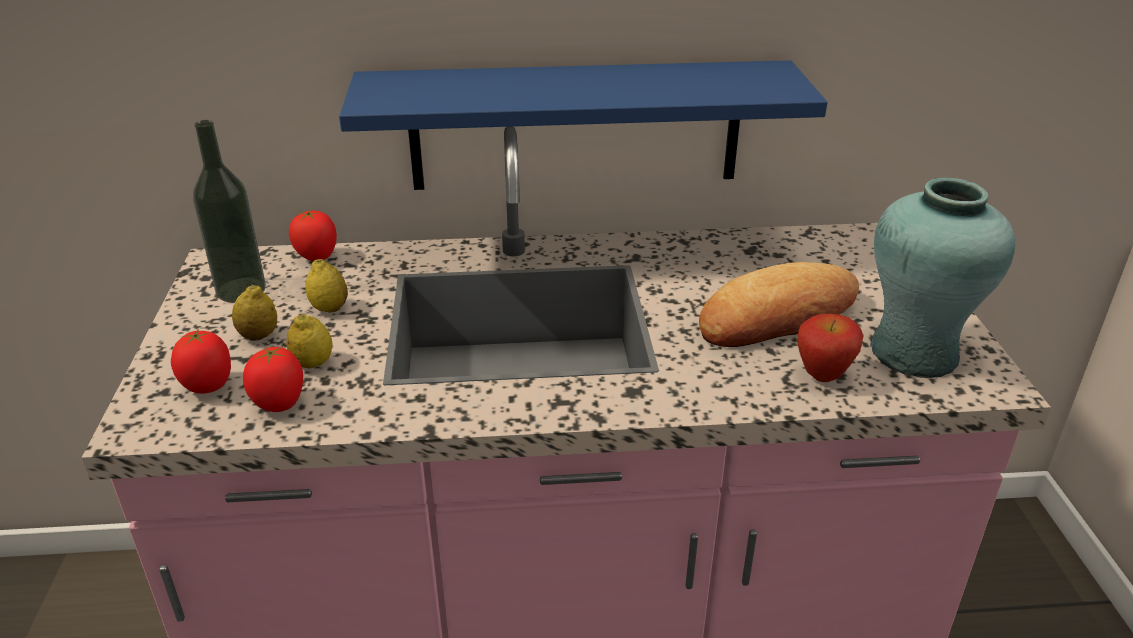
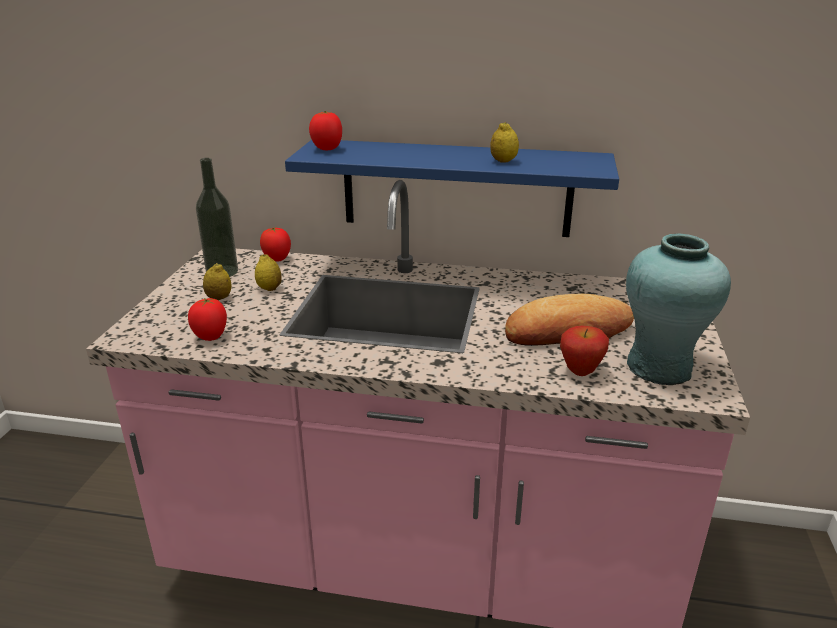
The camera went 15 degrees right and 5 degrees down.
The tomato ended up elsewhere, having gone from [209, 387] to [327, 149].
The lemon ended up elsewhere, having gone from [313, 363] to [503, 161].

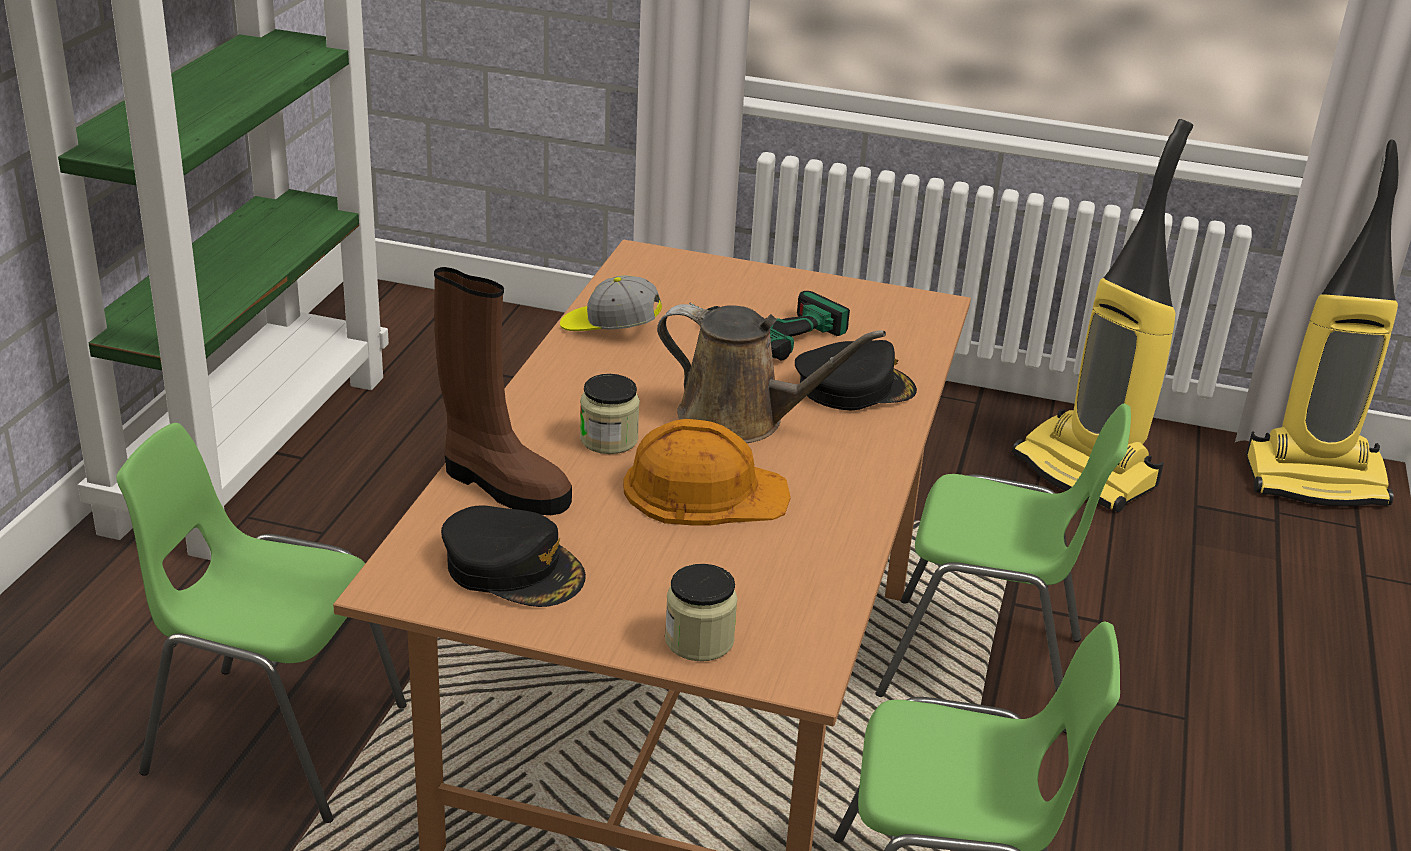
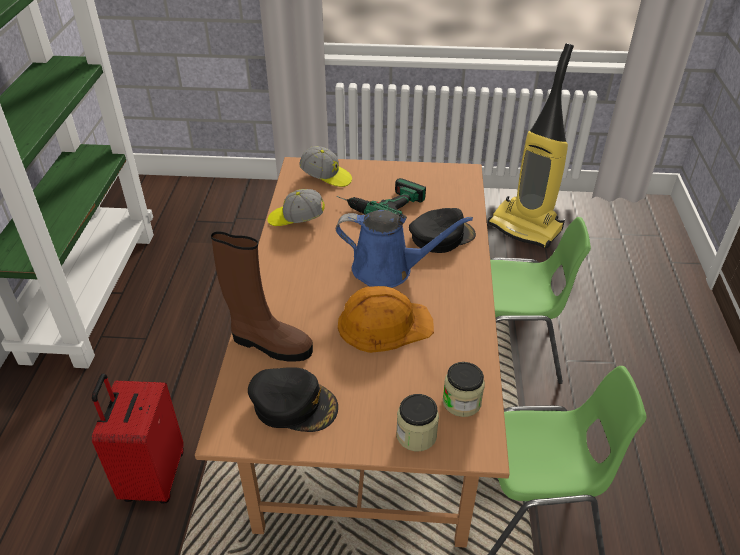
The camera went 10 degrees left and 10 degrees up.
Where the upright chair (greenish) stood at [273, 739], the travel case (red-coloured) came to stand at [152, 477].
The second view gained the cap at [326, 177].
What was the watering can (brown) at [741, 419] turned into the watering can (blue) at [388, 270].
The preserve jar ended up elsewhere, having gone from [609, 439] to [461, 402].
The second view lost the vacuum at [1315, 480].

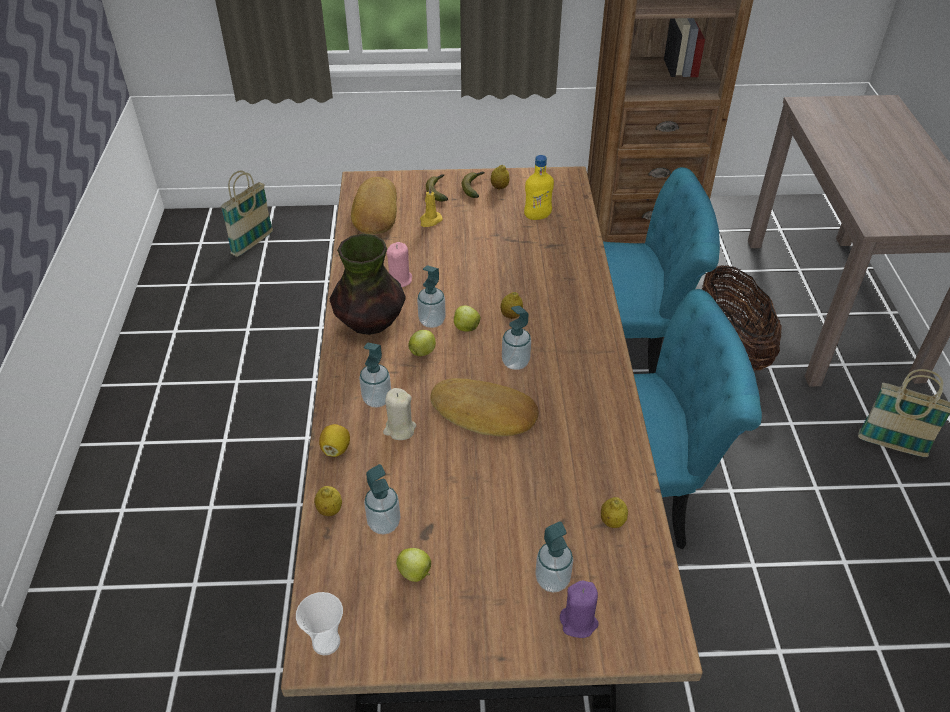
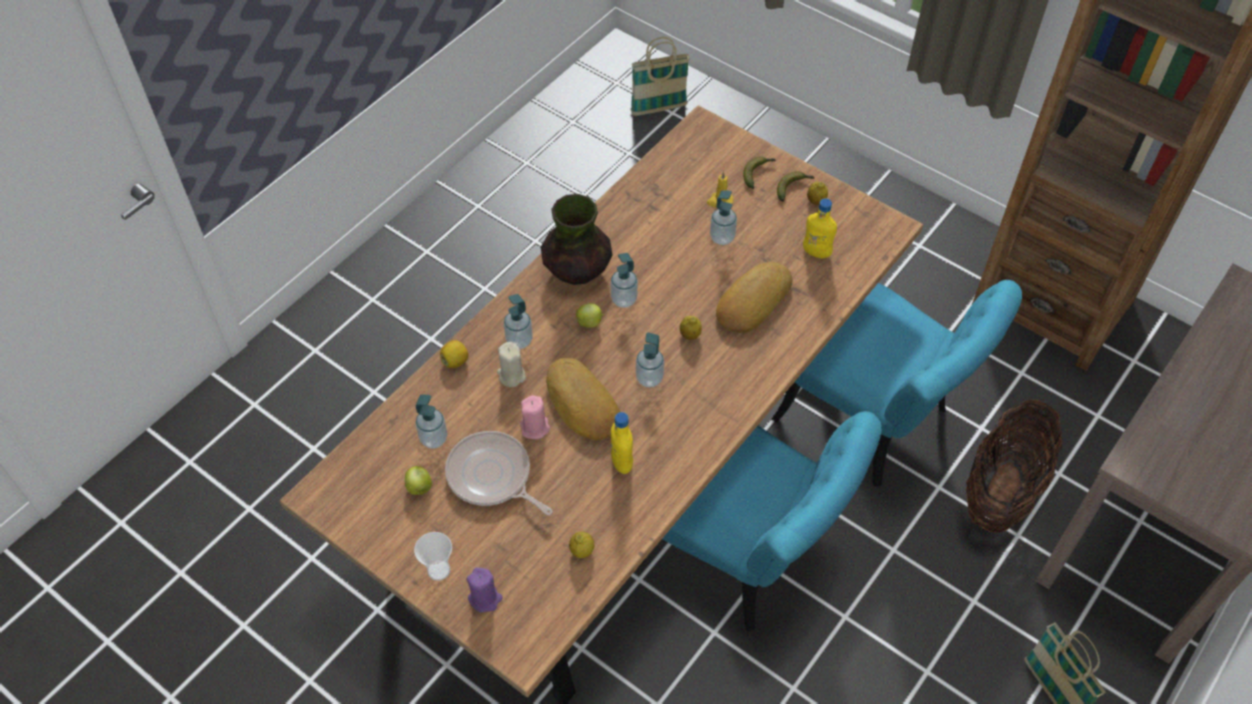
The camera went 40 degrees right and 10 degrees up.
The cup ended up elsewhere, having gone from [326, 642] to [439, 570].
The second view gained the frying pan at [492, 476].
The candle (pink-coloured) ended up elsewhere, having gone from [399, 280] to [535, 428].
The second view gained the beverage bottle (yellow) at [622, 462].
The soap bottle ended up elsewhere, having gone from [552, 580] to [722, 237].
The baked bread ended up elsewhere, having gone from [374, 212] to [751, 301].
The second view lost the lemon at [329, 510].
The second view lost the apple at [466, 328].

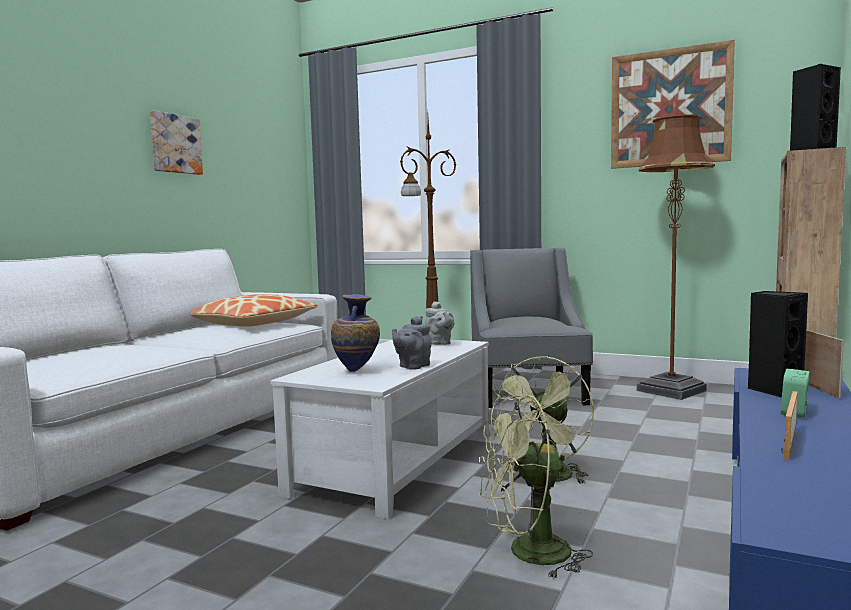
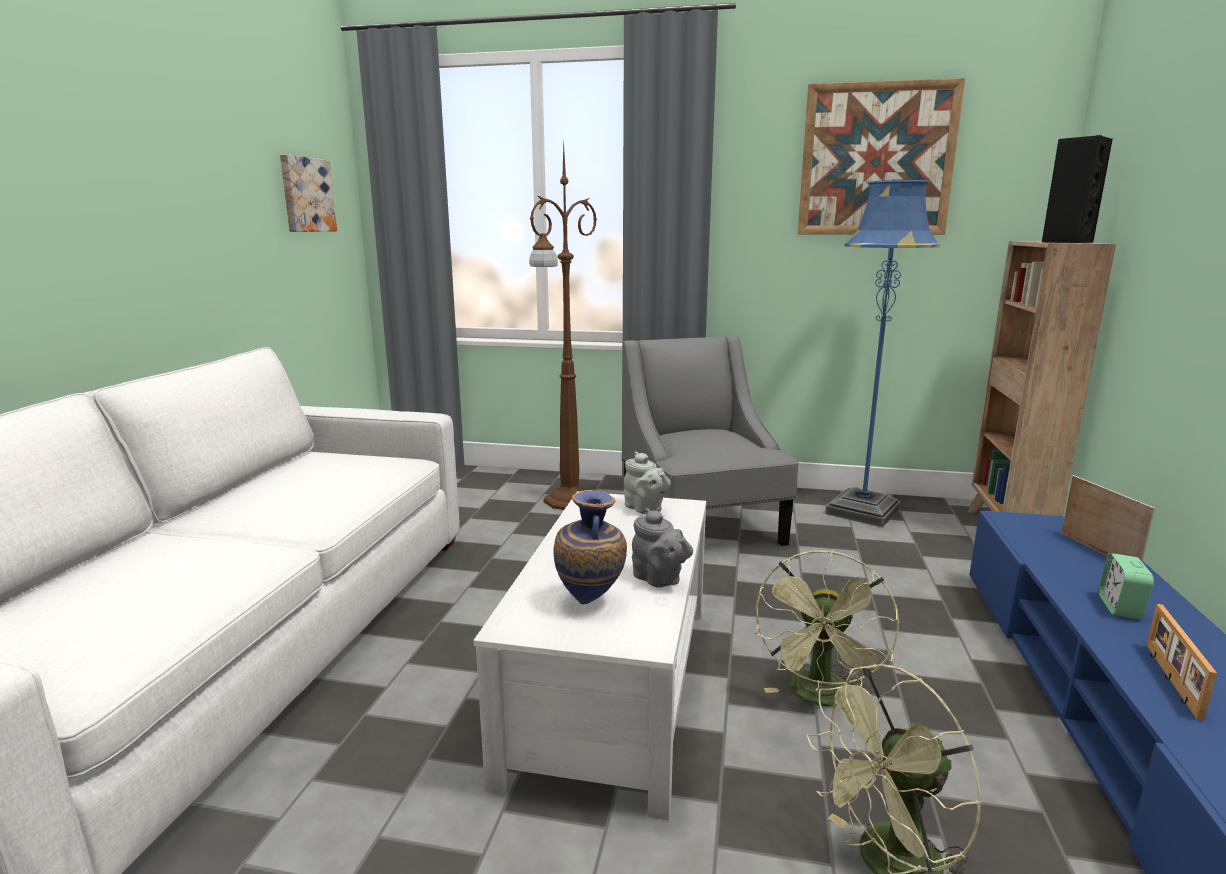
The camera went 15 degrees left and 10 degrees up.
The picture ended up elsewhere, having gone from [175, 144] to [306, 195].
The pot for tea (greyish) at [412, 366] ended up facing another way, 60 degrees counterclockwise from before.
What was the standard lamp (brown) at [671, 391] turned into the standard lamp (blue) at [862, 511].
The second view lost the cushion at [253, 323].
The second view lost the loudspeaker (black-coloured) at [774, 390].

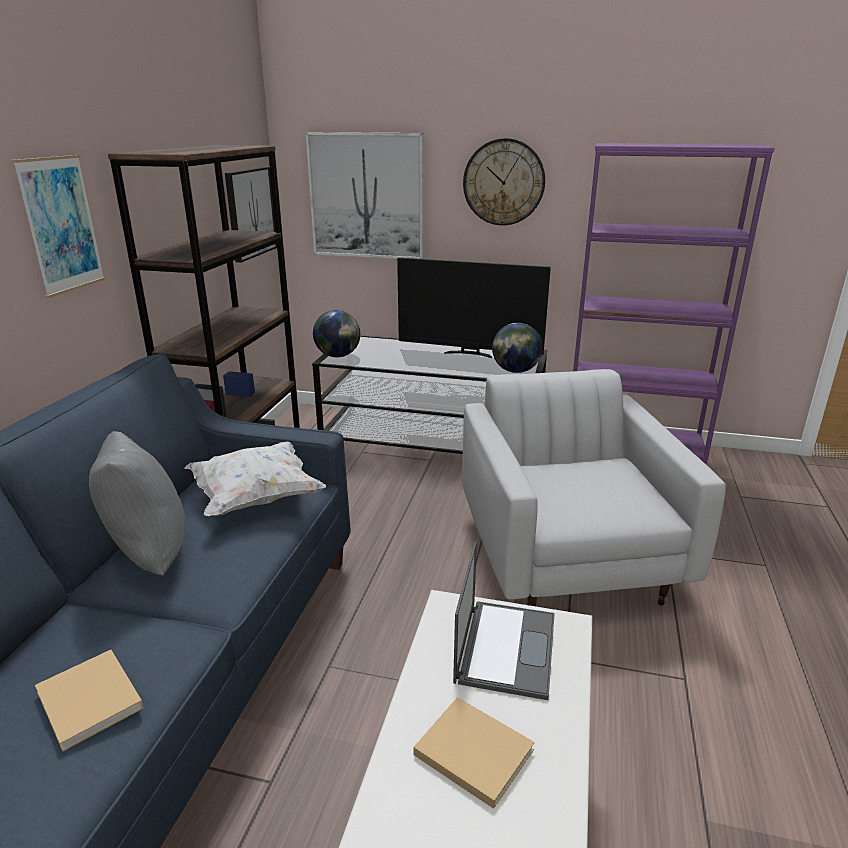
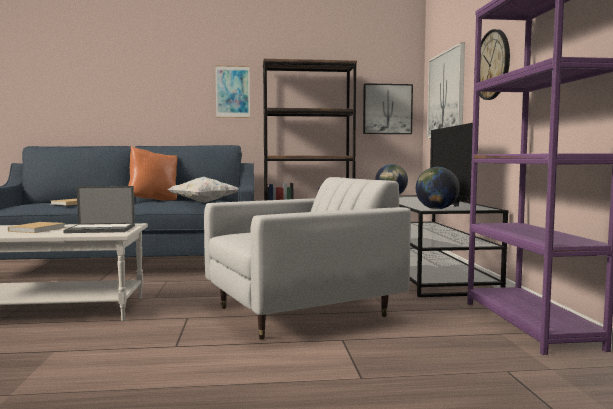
The camera went 70 degrees right and 20 degrees down.
What was the cushion (greyish) at [147, 554] turned into the cushion (orangey) at [154, 200].

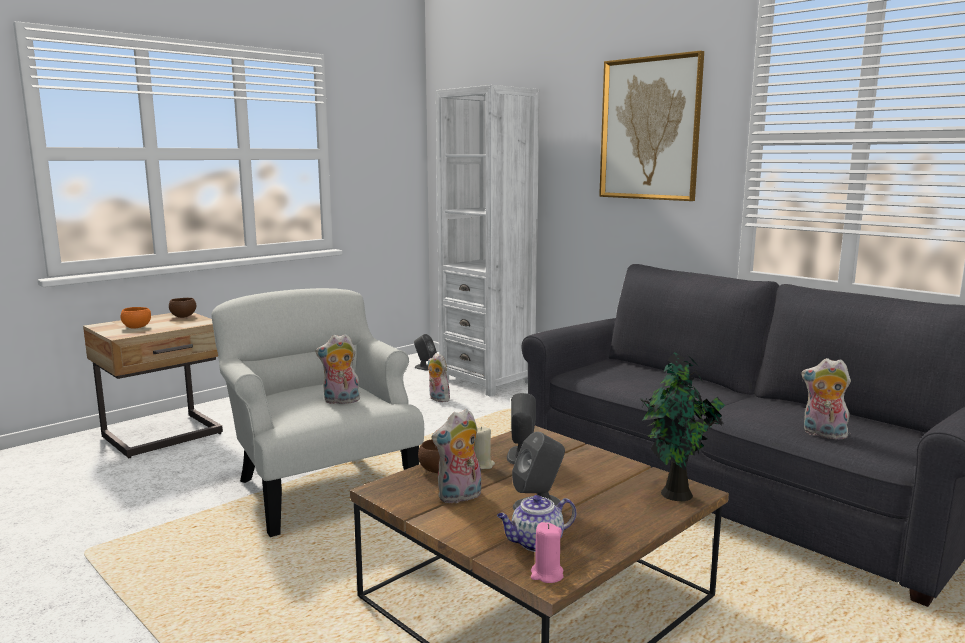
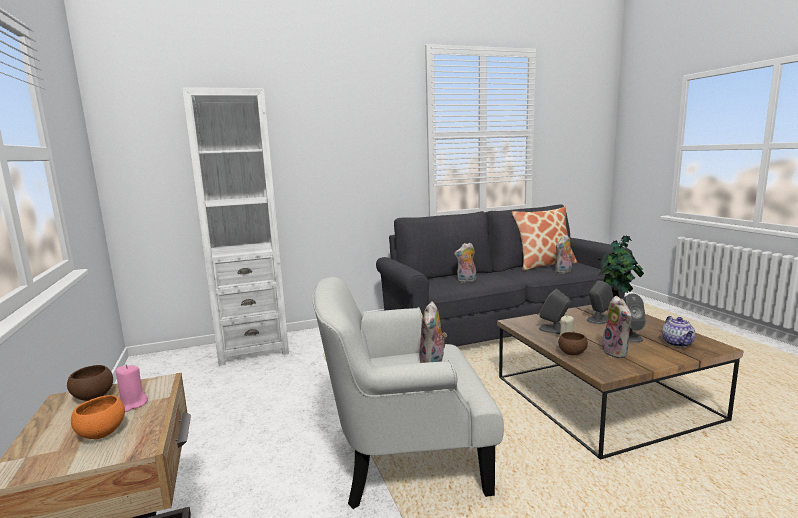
The camera went 65 degrees left and 0 degrees up.
The candle (pink-coloured) ended up elsewhere, having gone from [546, 575] to [133, 404].
The soft toy ended up elsewhere, having gone from [437, 399] to [466, 281].
The second view gained the cushion at [544, 264].
The loudspeaker (greyish) ended up elsewhere, having gone from [425, 367] to [599, 319].
The second view lost the picture at [650, 129].

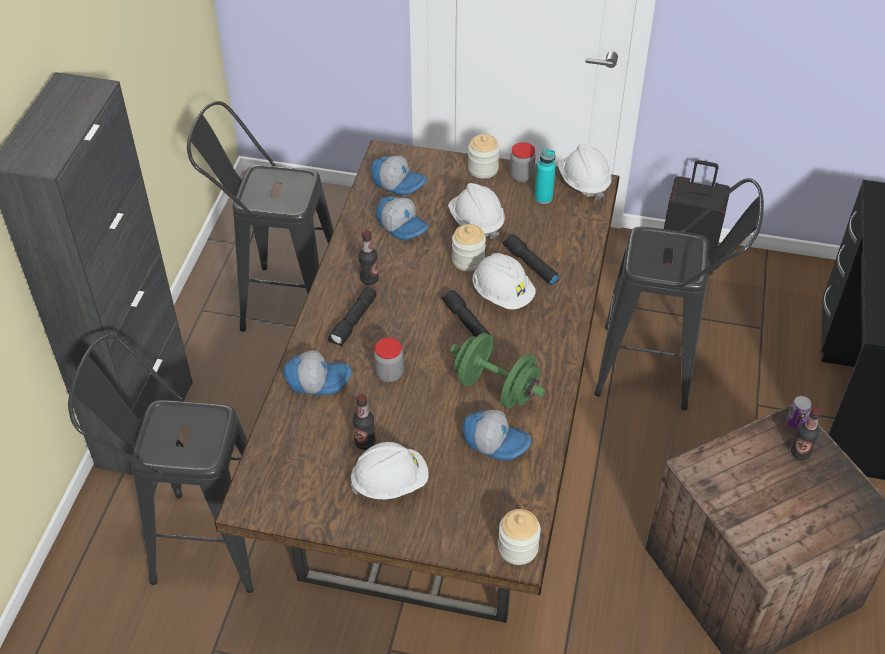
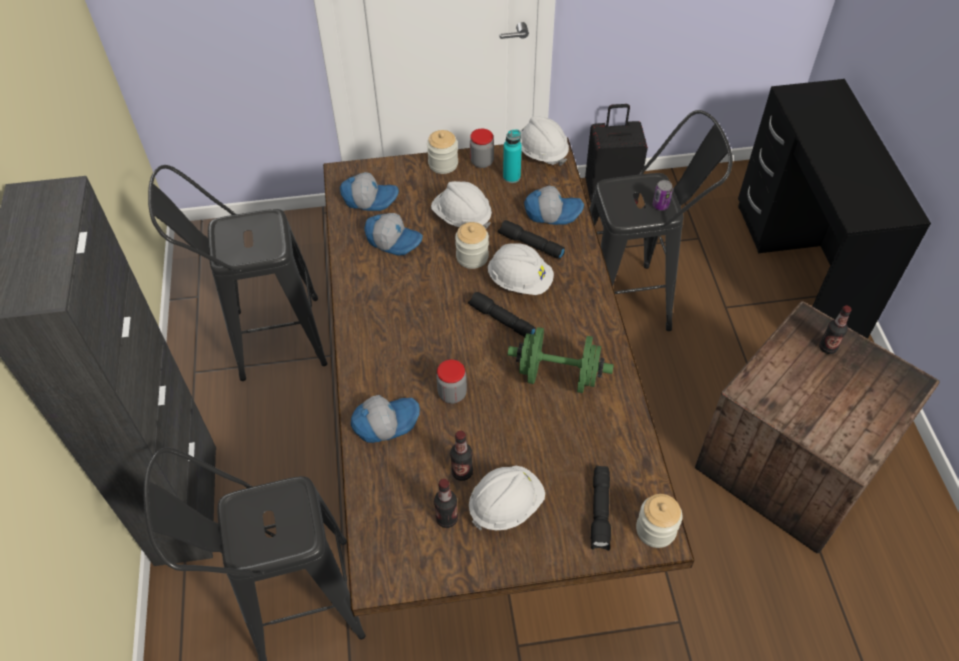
The camera went 20 degrees left and 5 degrees up.
The beverage bottle ended up elsewhere, having gone from [369, 279] to [447, 519].
The cap ended up elsewhere, having gone from [496, 440] to [552, 212].
The torch (black-coloured) ended up elsewhere, having gone from [354, 322] to [601, 512].
The metal can ended up elsewhere, having gone from [795, 422] to [660, 205].

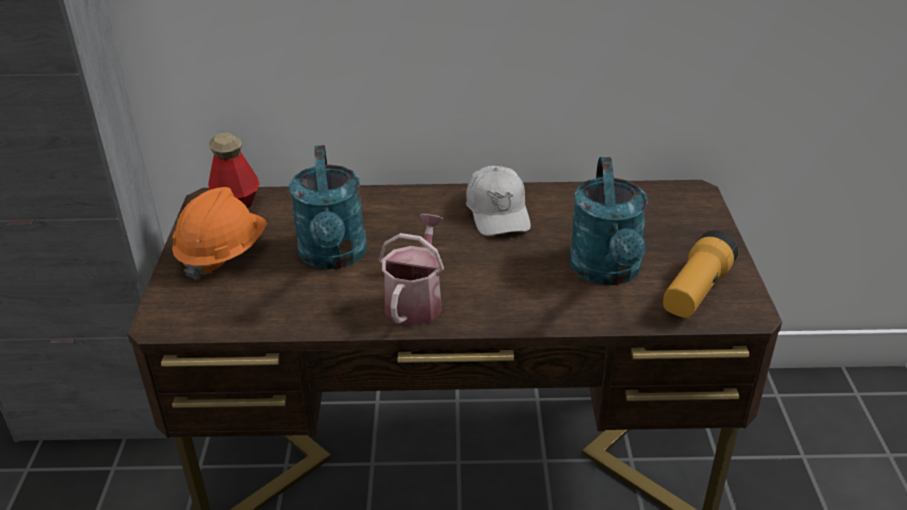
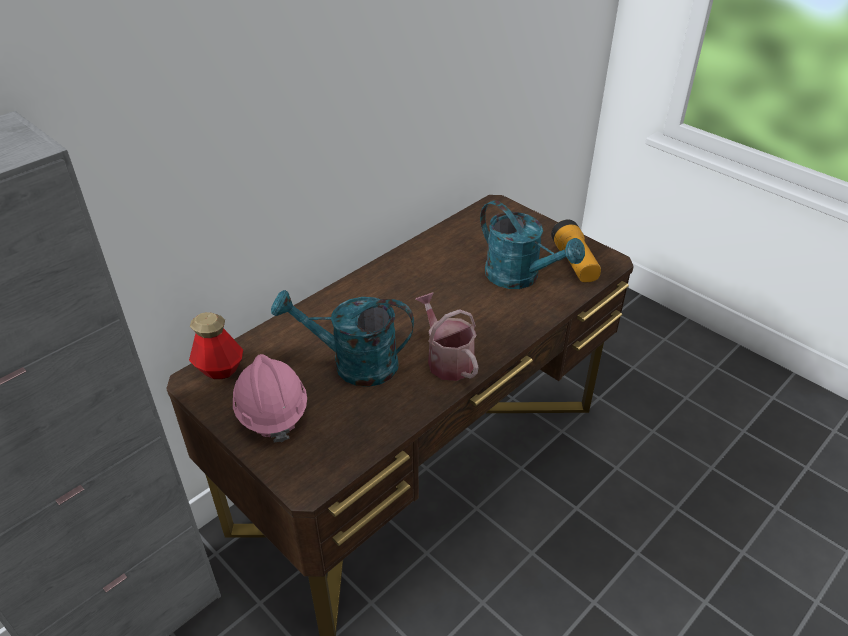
The camera went 45 degrees left and 5 degrees up.
What was the safety helmet (orangey) at [222, 254] turned into the safety helmet (pink-coloured) at [271, 411].
The watering can (turquoise-coloured) at [333, 256] ended up facing another way, 150 degrees clockwise from before.
The second view lost the cap (white) at [498, 212].

